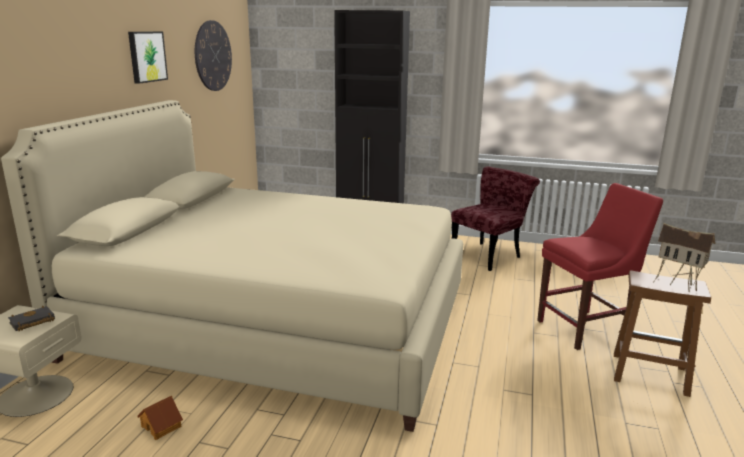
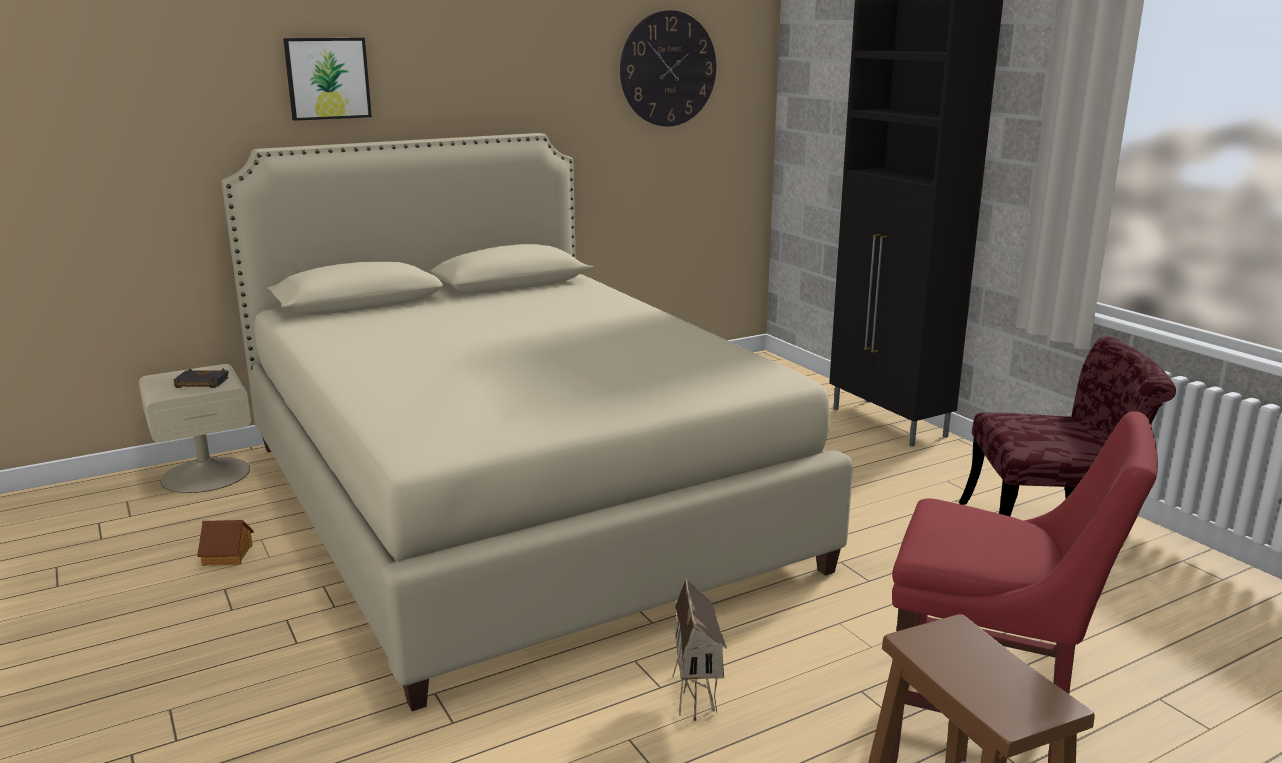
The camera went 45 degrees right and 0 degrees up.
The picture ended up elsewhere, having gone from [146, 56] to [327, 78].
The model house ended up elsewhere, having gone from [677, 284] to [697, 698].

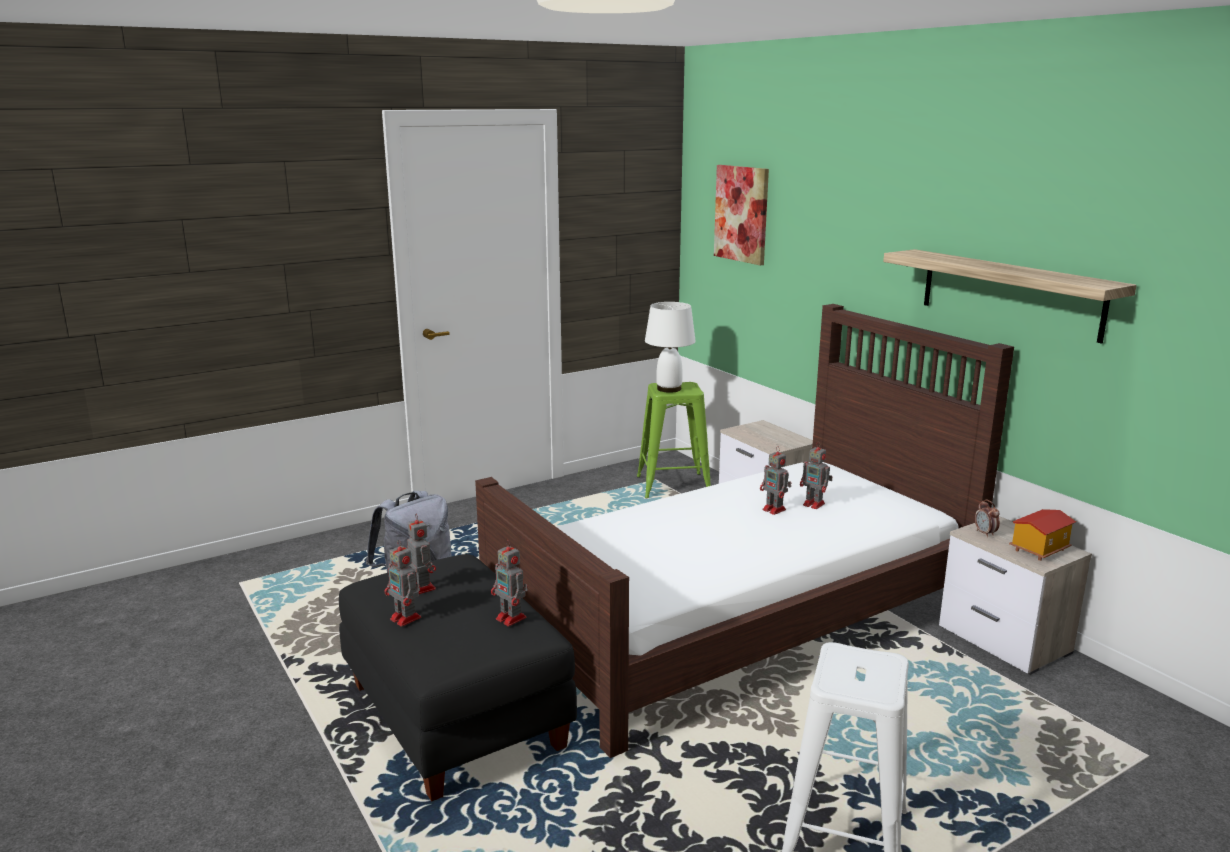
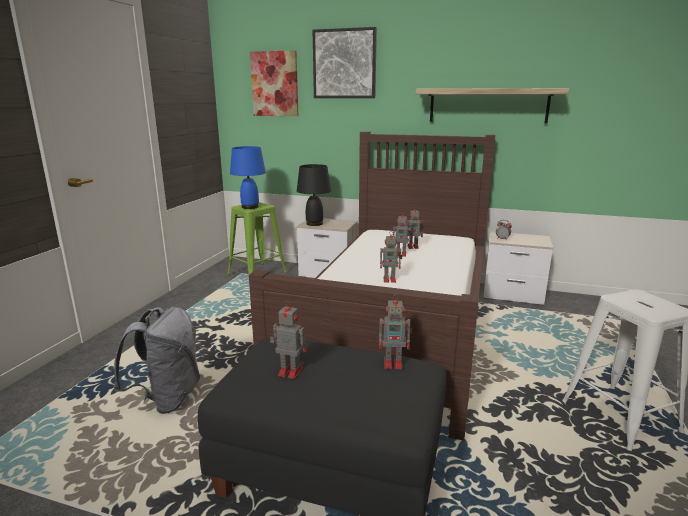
The camera went 40 degrees left and 0 degrees up.
What was the lamp for a table (white) at [669, 389] turned into the lamp for a table (blue) at [250, 207].
The second view gained the lamp for a table (black-coloured) at [315, 224].
The second view gained the picture at [344, 64].
The model robot ended up elsewhere, having gone from [406, 619] to [390, 279].
The second view lost the model house at [1039, 549].

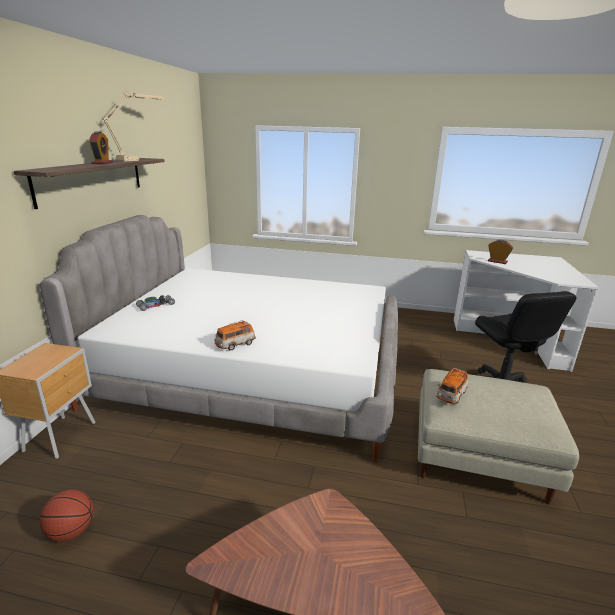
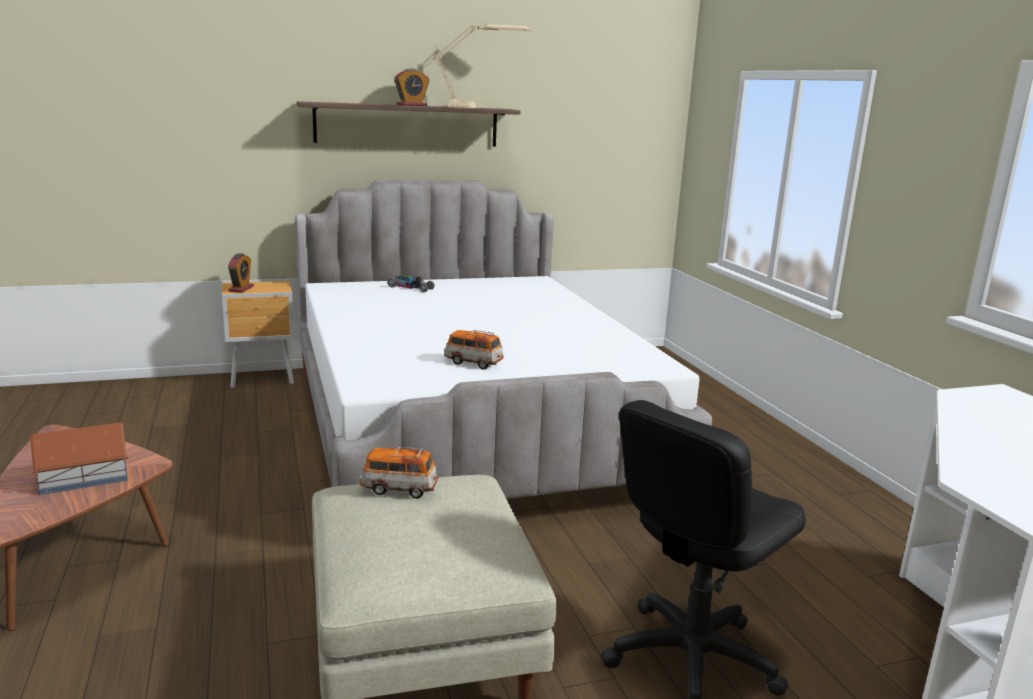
The camera went 60 degrees right and 5 degrees down.
The second view gained the model house at [82, 476].
The alarm clock ended up elsewhere, having gone from [497, 261] to [241, 289].
The miniature car ended up elsewhere, having gone from [235, 344] to [473, 363].
The second view lost the ball for basketball at [71, 531].

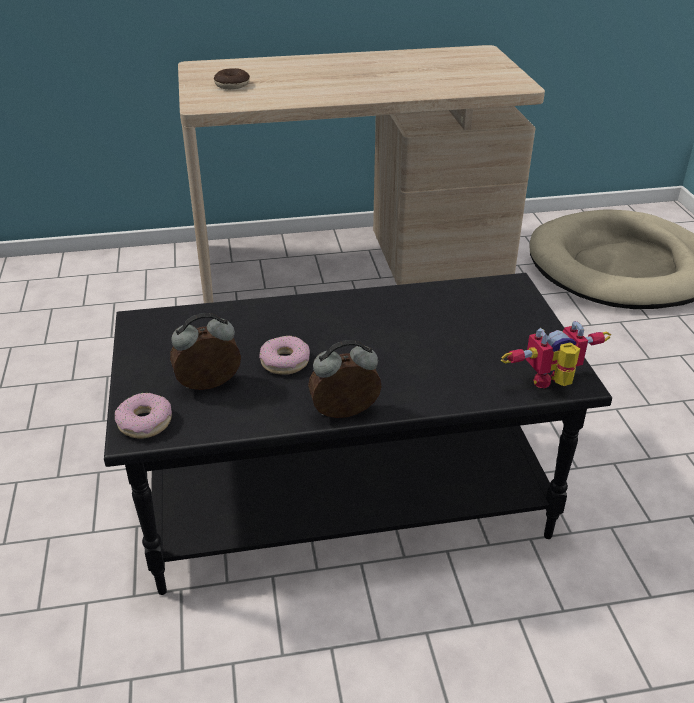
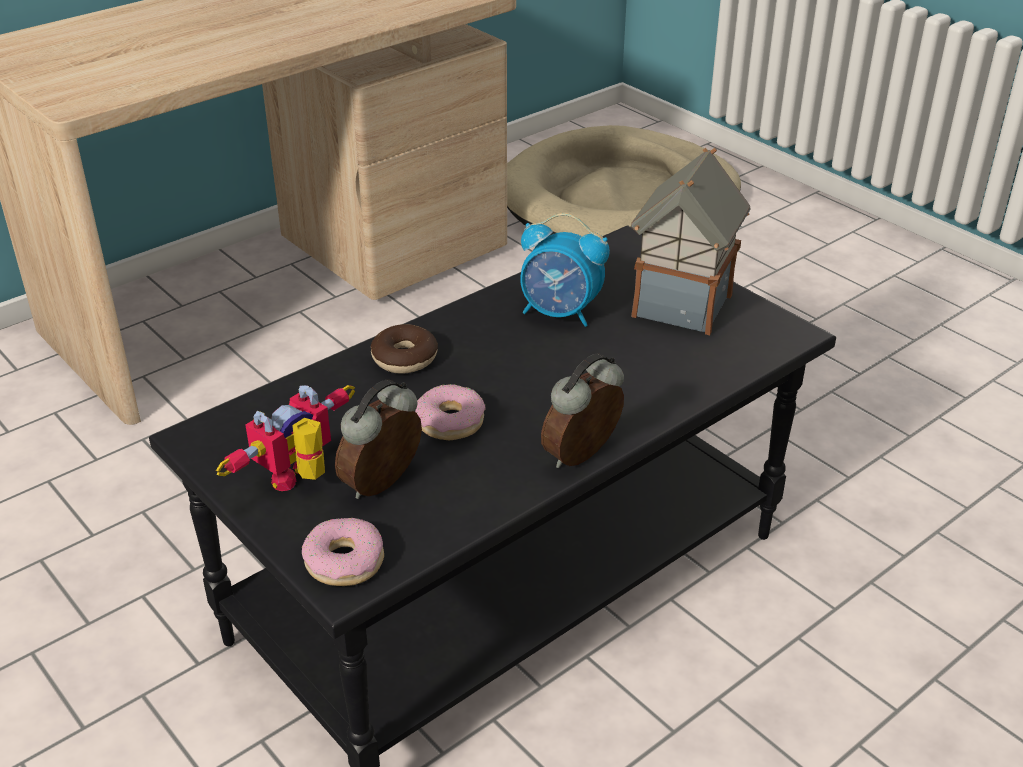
The camera went 30 degrees left and 0 degrees up.
The model robot ended up elsewhere, having gone from [554, 385] to [301, 480].
The doughnut ended up elsewhere, having gone from [232, 85] to [404, 358].
The second view gained the alarm clock at [560, 313].
The second view gained the model house at [682, 308].

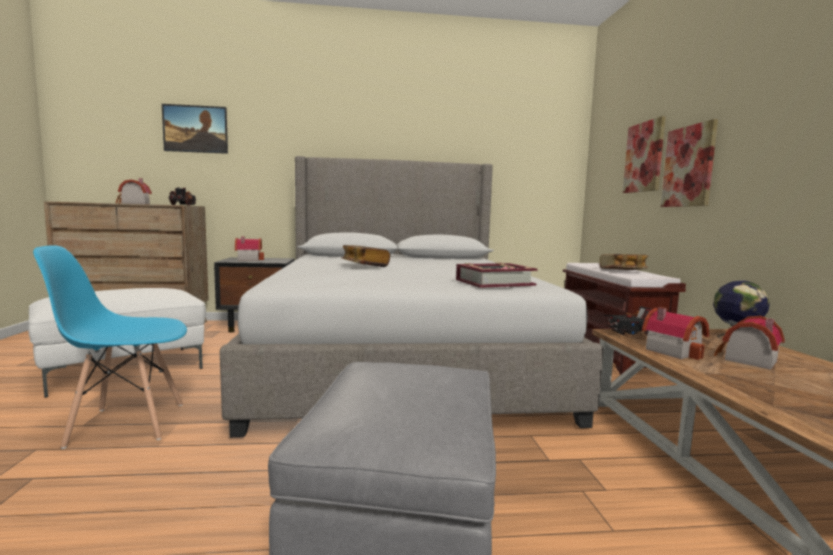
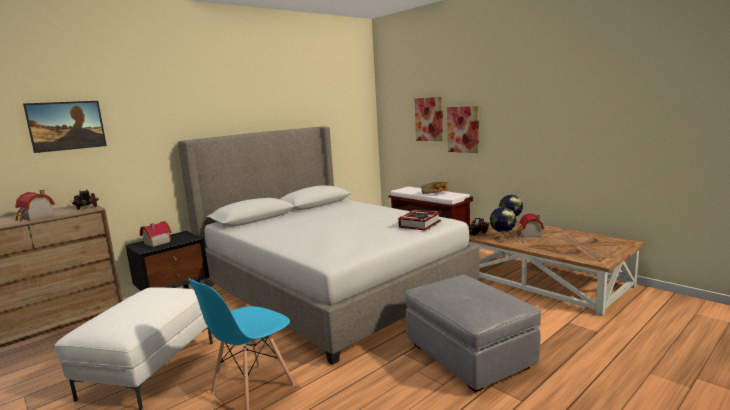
The camera went 35 degrees left and 5 degrees up.
Where the model house stood at [673, 351], the desk globe came to stand at [502, 238].
The second view lost the book at [365, 266].

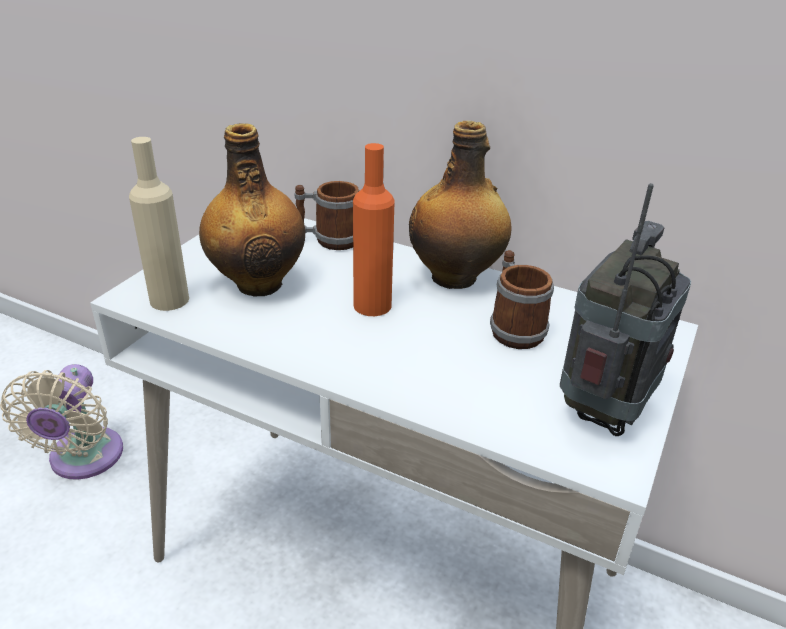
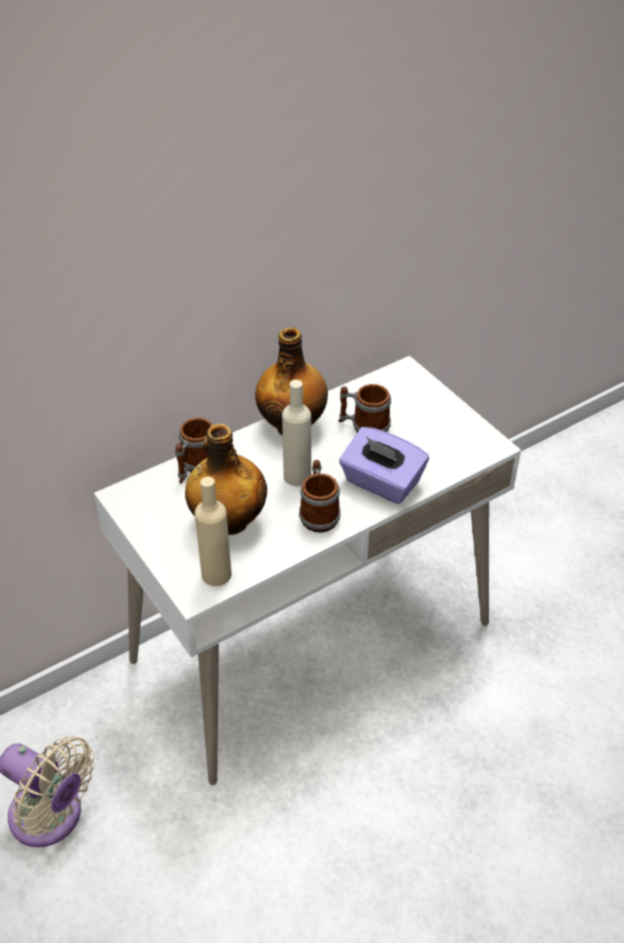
The camera went 60 degrees left and 10 degrees up.
What was the beverage bottle (orangey) at [372, 305] turned into the beverage bottle (beige-coloured) at [297, 476].
The second view gained the tea mug at [318, 513].
The second view gained the tissue box (purple-coloured) at [381, 483].
The second view lost the radio at [604, 411].

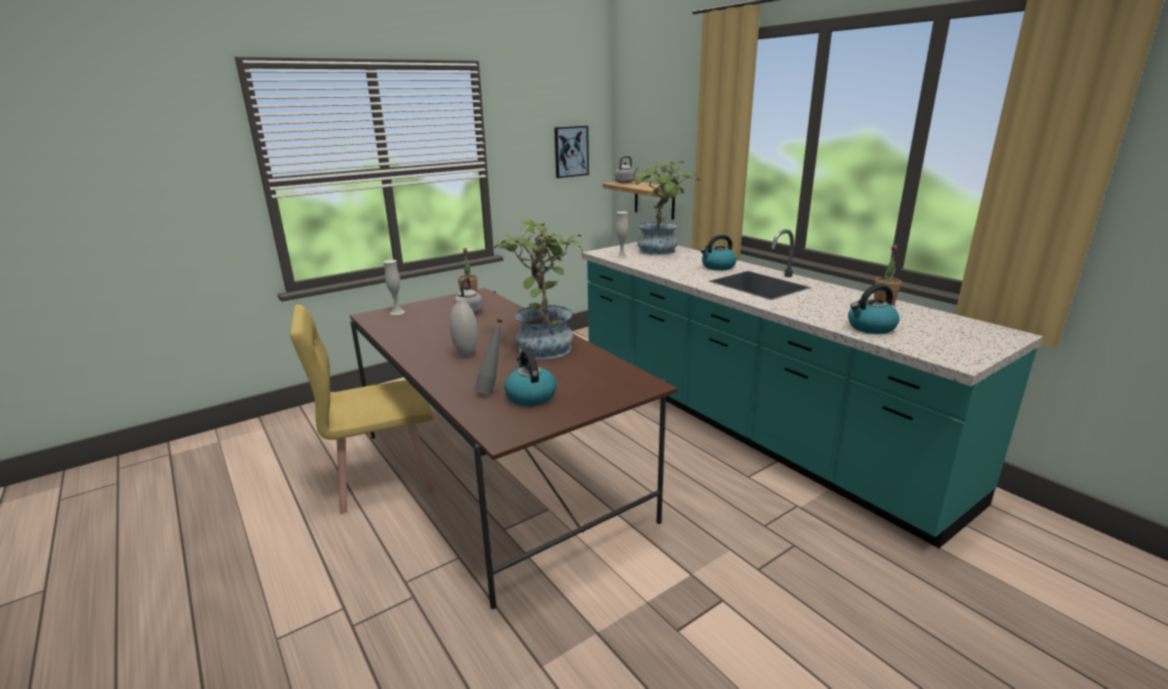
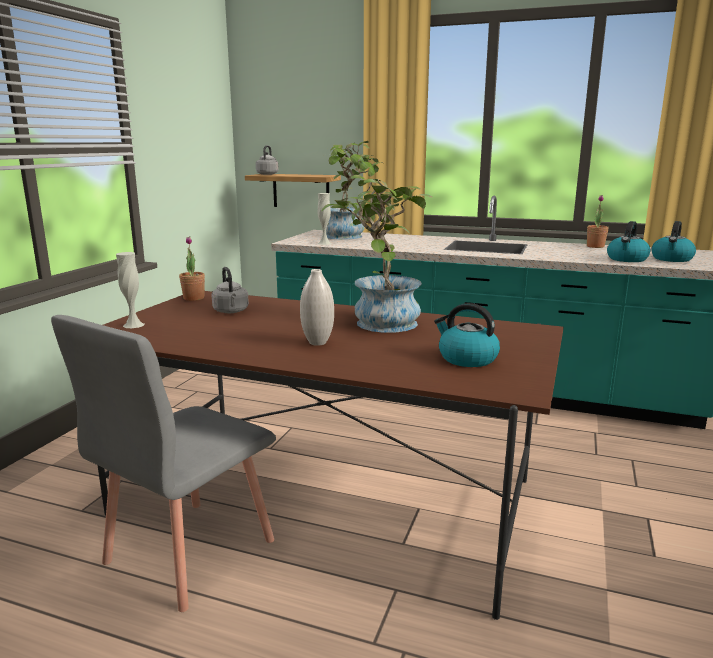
The camera went 35 degrees left and 5 degrees down.
What was the upright chair (yellow) at [383, 478] turned into the upright chair (greyish) at [188, 551].
The kettle ended up elsewhere, having gone from [718, 267] to [672, 259].
The second view lost the beverage bottle (greyish) at [492, 390].
The second view lost the picture at [571, 151].

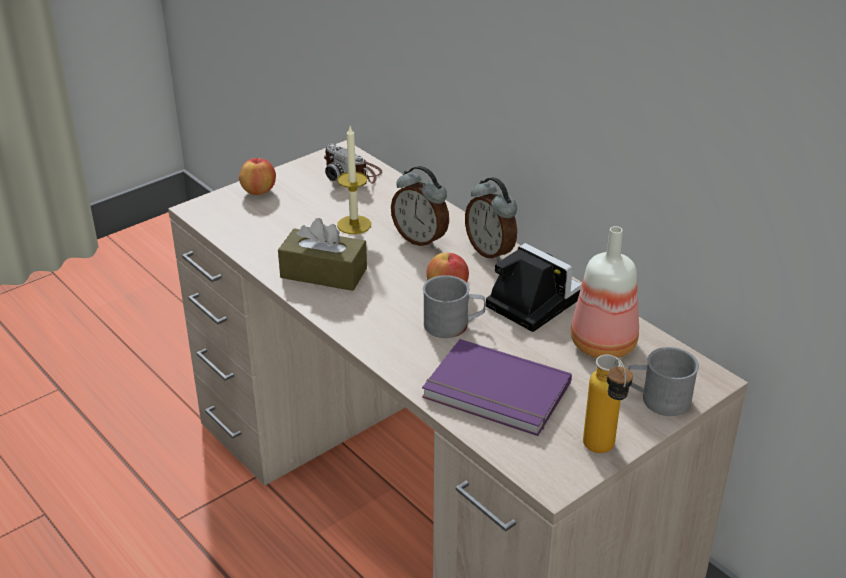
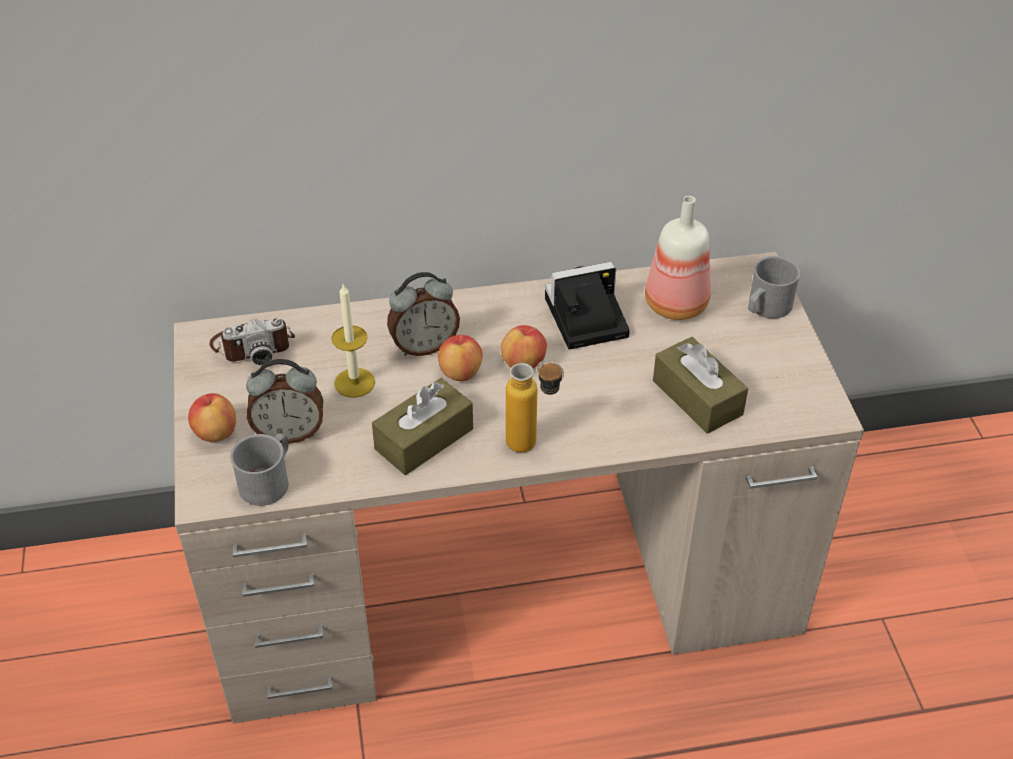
The camera went 60 degrees left and 10 degrees up.
The tea mug (greyish) ended up elsewhere, having gone from [453, 325] to [268, 481].
The alarm clock ended up elsewhere, having gone from [491, 252] to [289, 432].
The second view gained the apple at [460, 373].
The beverage bottle ended up elsewhere, having gone from [603, 453] to [533, 445].
Where the book (purple-coloured) stood at [495, 393], the tissue box (brown) came to stand at [697, 397].

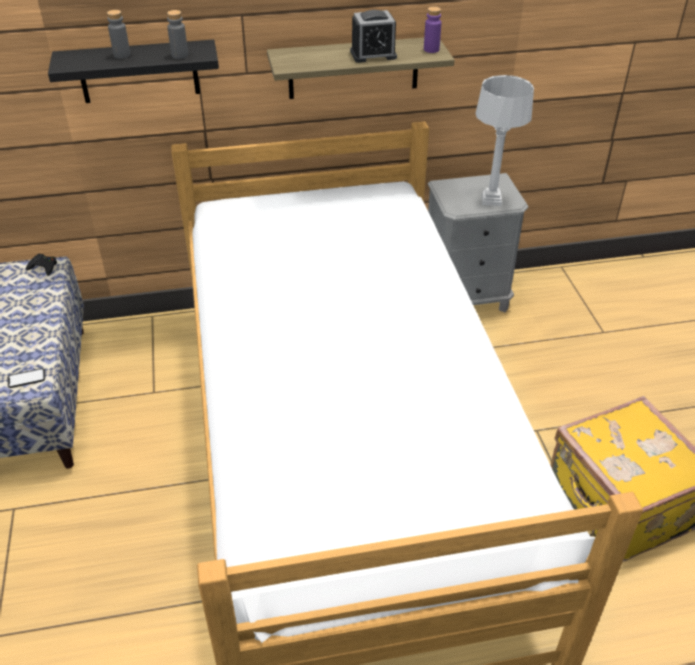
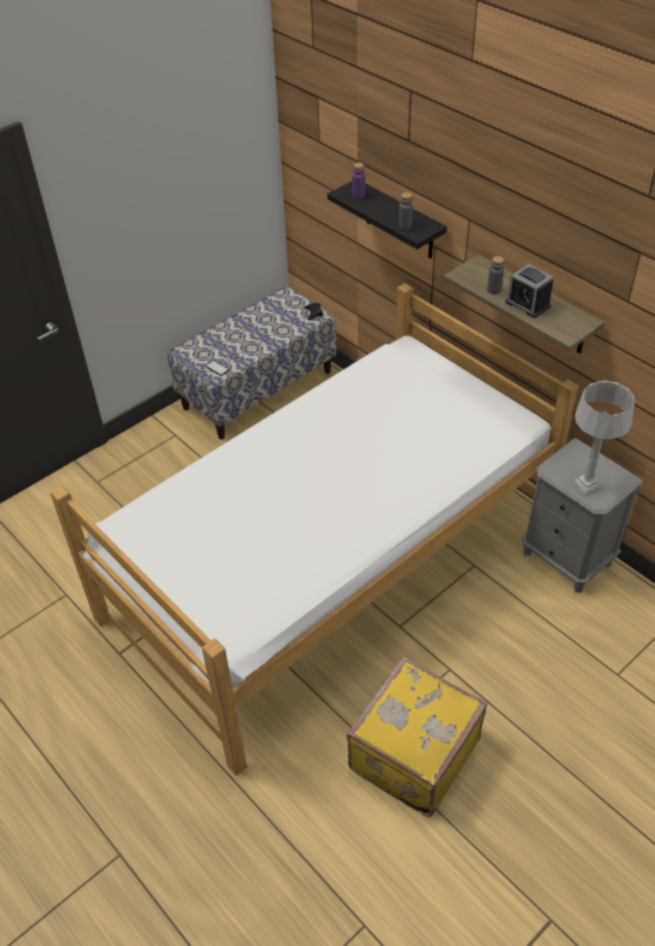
The camera went 60 degrees right and 5 degrees up.
The beverage bottle (purple-coloured) ended up elsewhere, having gone from [431, 50] to [358, 195].
The beverage bottle (greyish) ended up elsewhere, having gone from [122, 55] to [494, 290].

